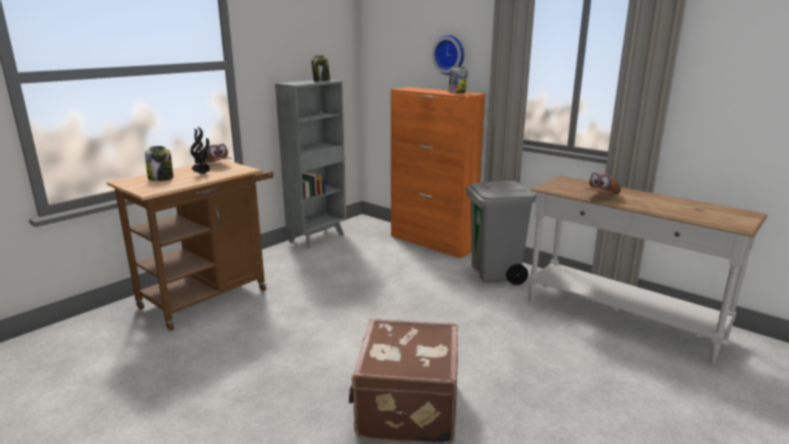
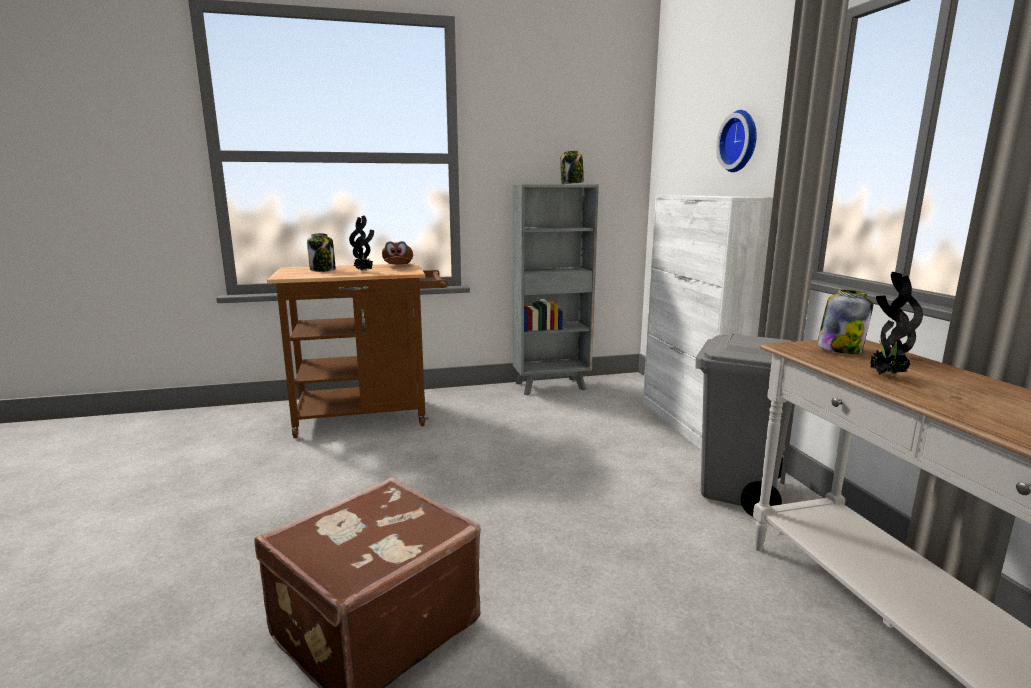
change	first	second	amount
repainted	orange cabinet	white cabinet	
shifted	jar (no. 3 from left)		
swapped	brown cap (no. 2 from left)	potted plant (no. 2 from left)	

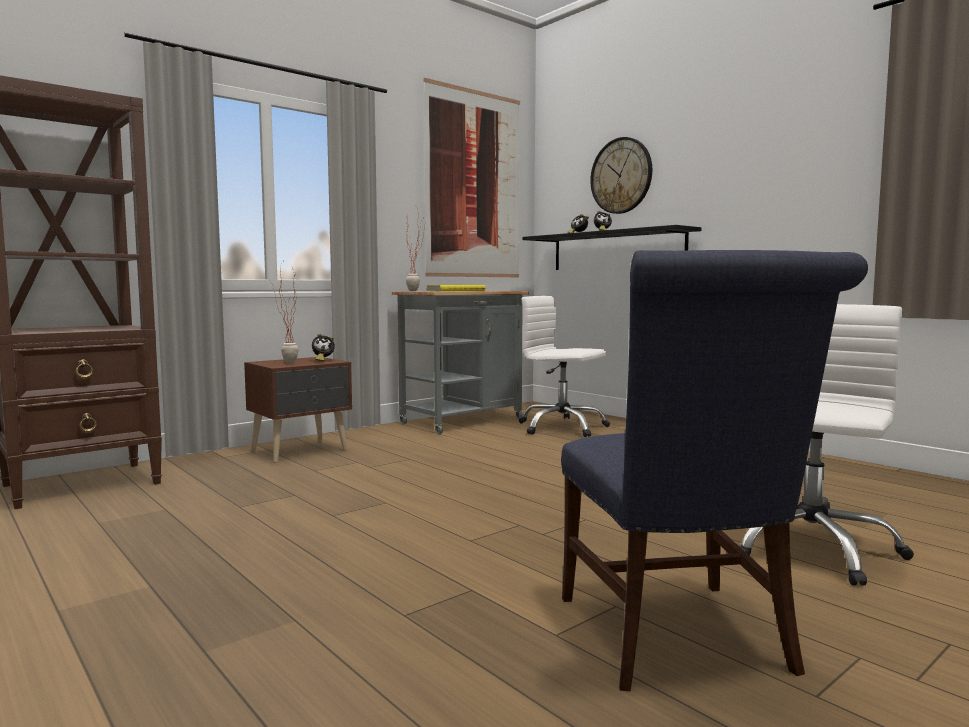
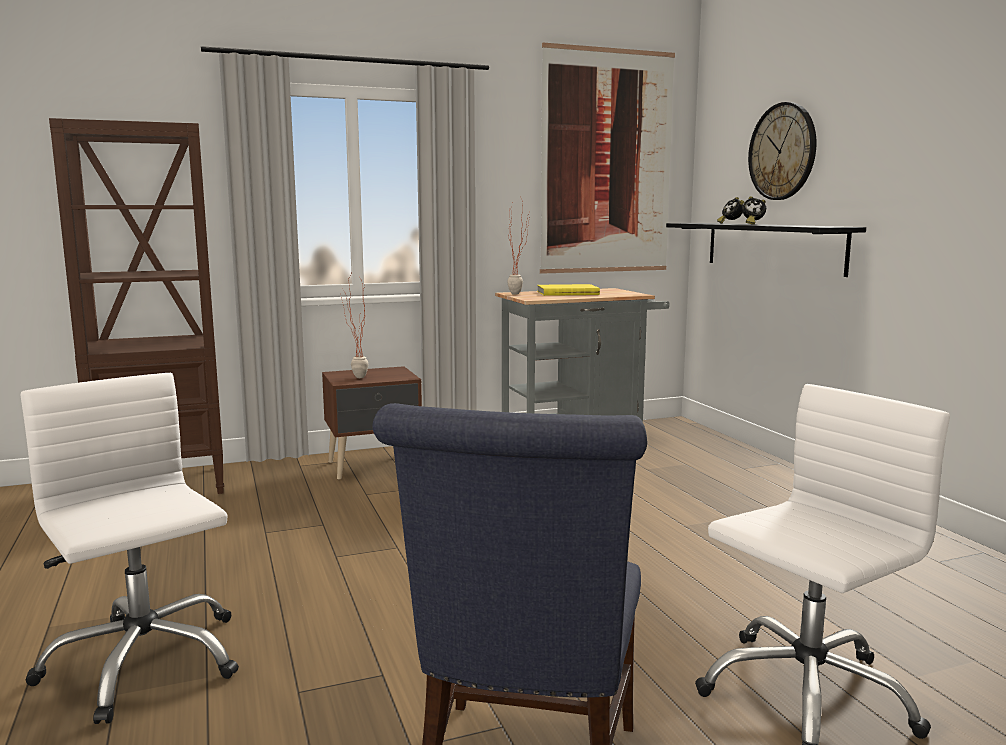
change	first	second	amount
shifted	white office chair (no. 1 from left)		
gone	alarm clock (no. 1 from left)		

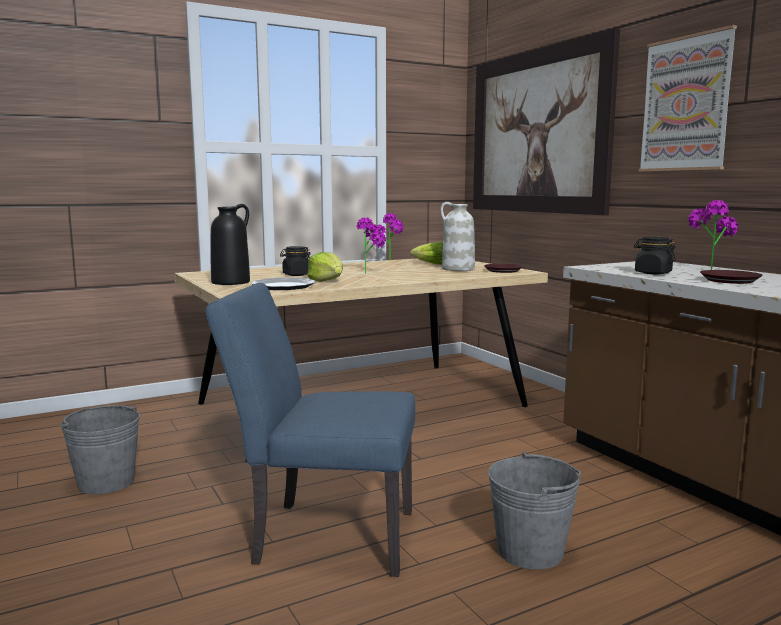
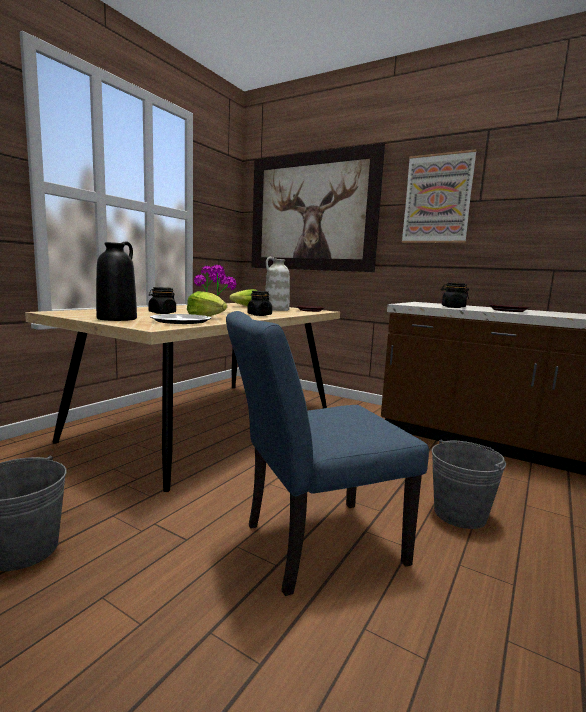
change	first	second	amount
new		black jar (no. 2 from left)	
gone	potted plant (no. 3 from left)		

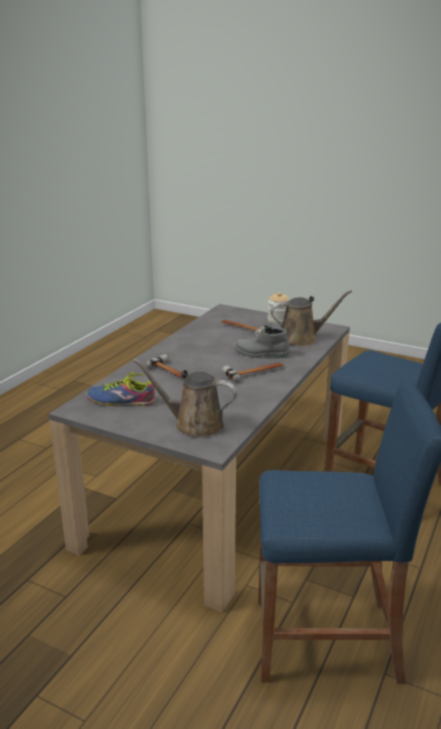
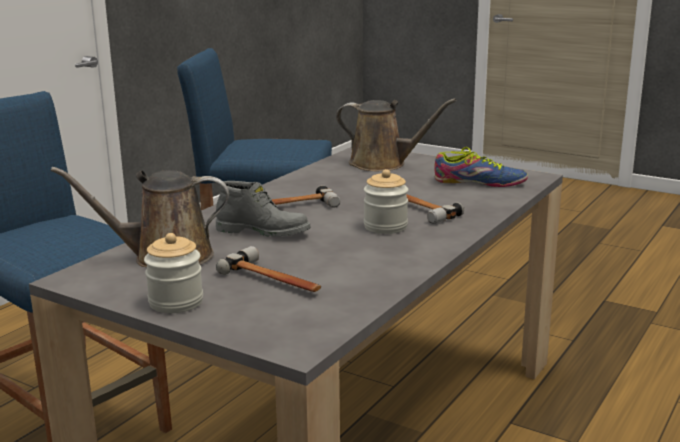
change	first	second	amount
new		jar (no. 2 from left)	

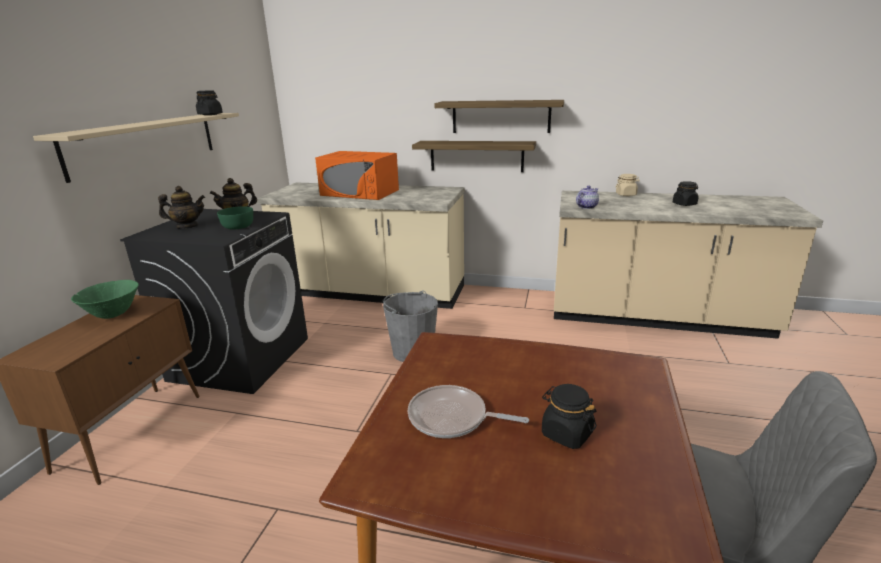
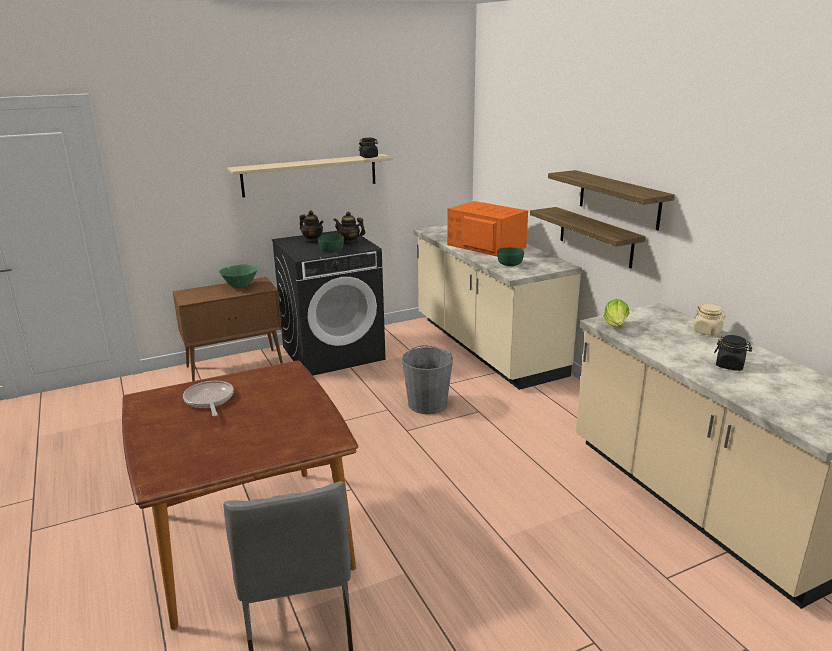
change	first	second	amount
rotated	orange microwave		150 degrees clockwise
new		green bowl (no. 3 from left)	
swapped	teapot (no. 3 from left)	lettuce	
gone	black jar (no. 2 from left)		

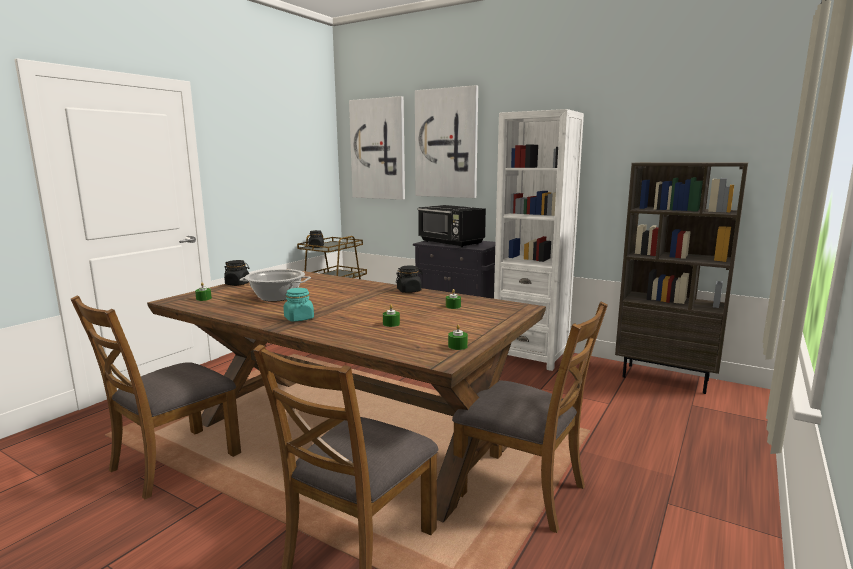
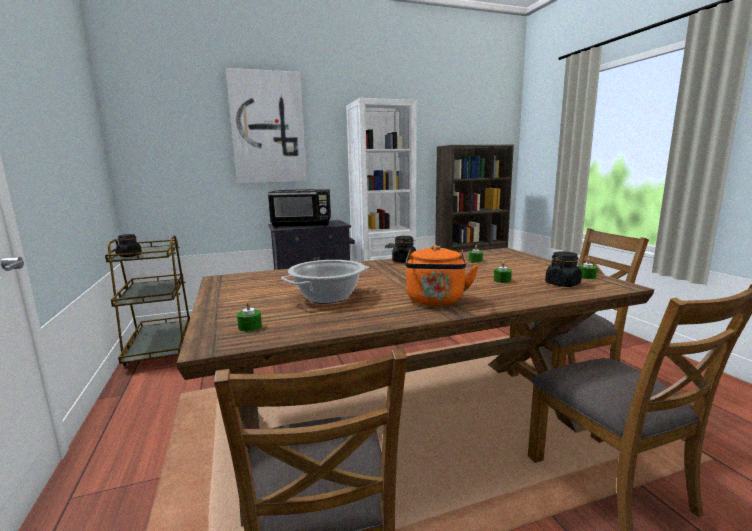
change	first	second	amount
swapped	turquoise jar	orange kettle	
shifted	black jar (no. 1 from left in the first image)	black jar (no. 3 from left)	
gone	picture (no. 1 from left)		

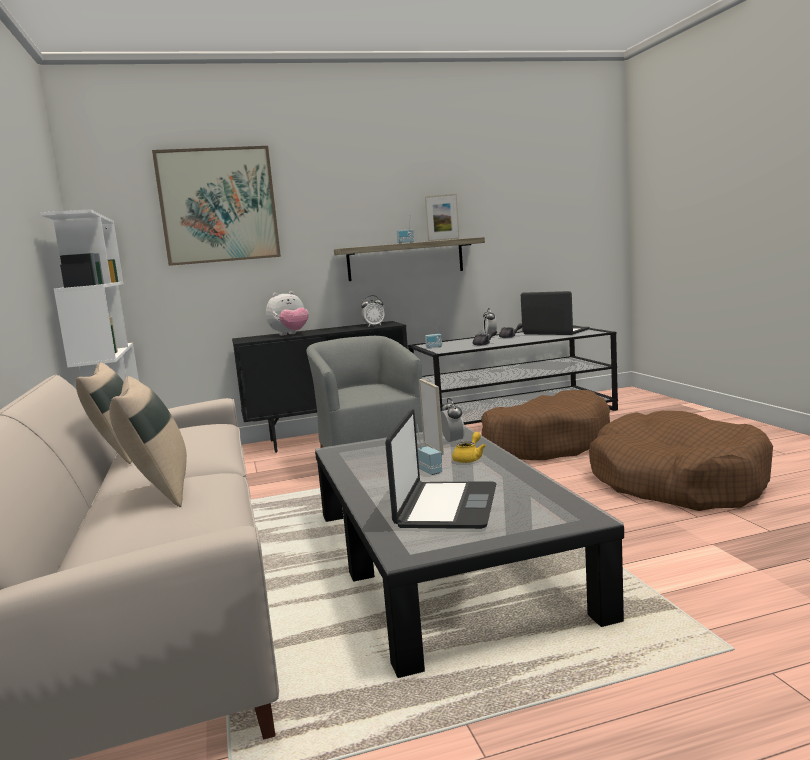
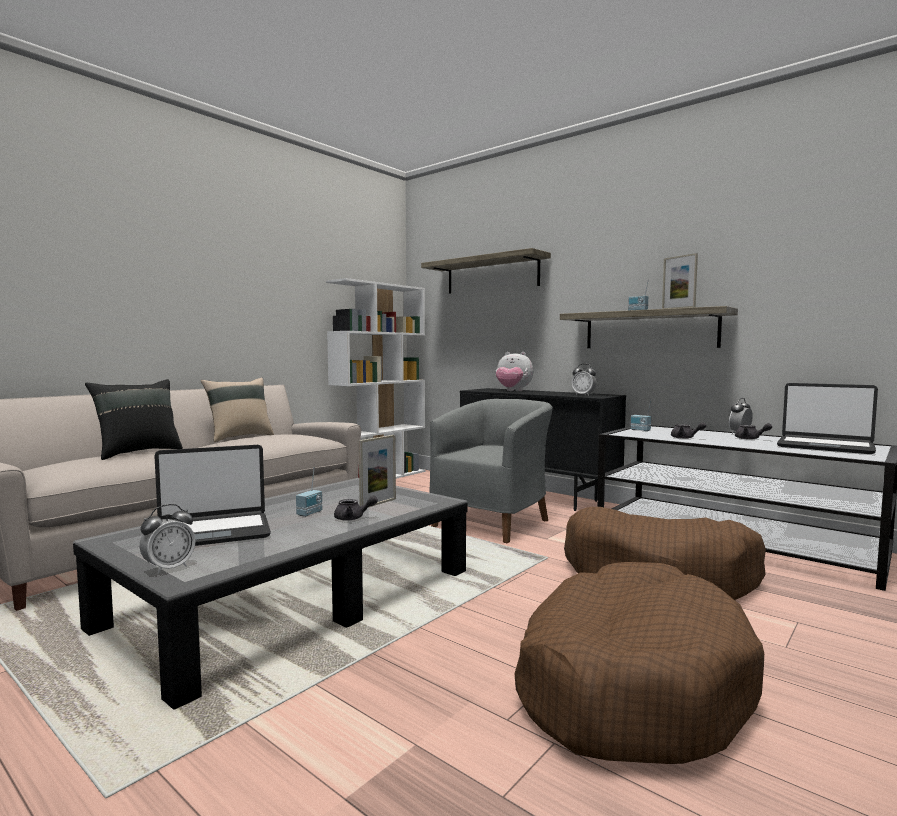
change	first	second	amount
repainted	beige pillow (no. 2 from left)	black pillow	
shifted	alarm clock (no. 2 from left in the first image)	alarm clock (no. 1 from left)	
repainted	yellow teapot	grey teapot (no. 1 from left)	
swapped	picture	shelf (no. 1 from left)	
rotated	laptop (no. 2 from left)		120 degrees clockwise

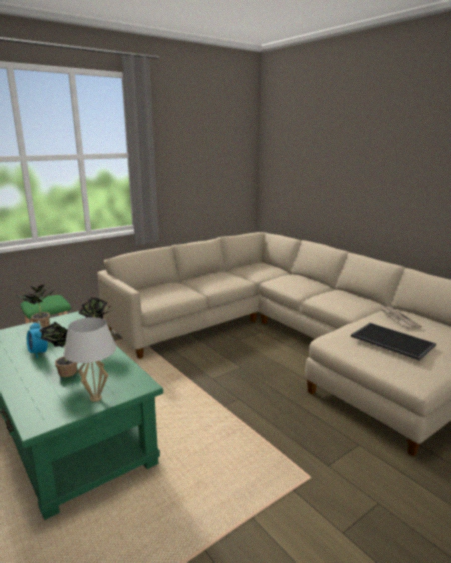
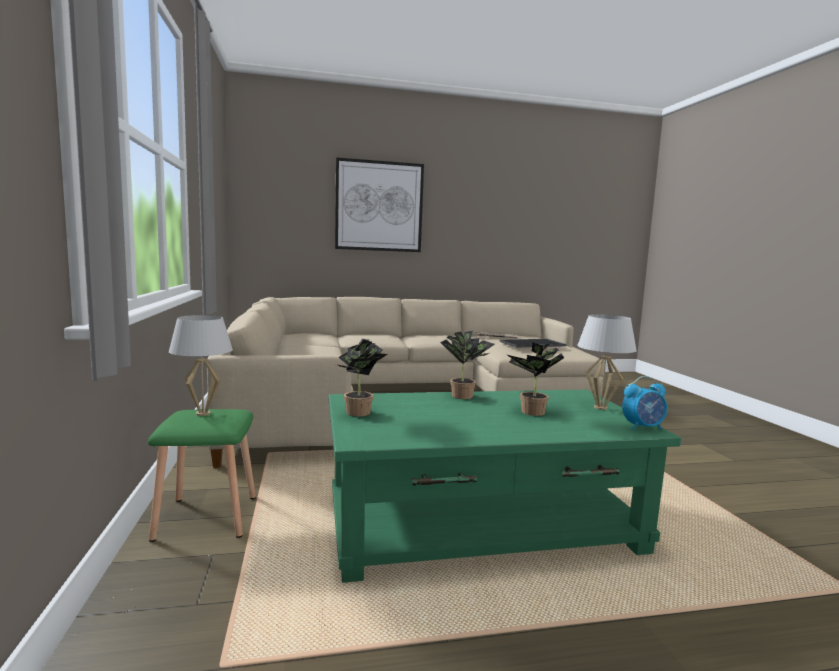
change	first	second	amount
new		white table lamp (no. 1 from left)	
new		picture	
shifted	alarm clock		

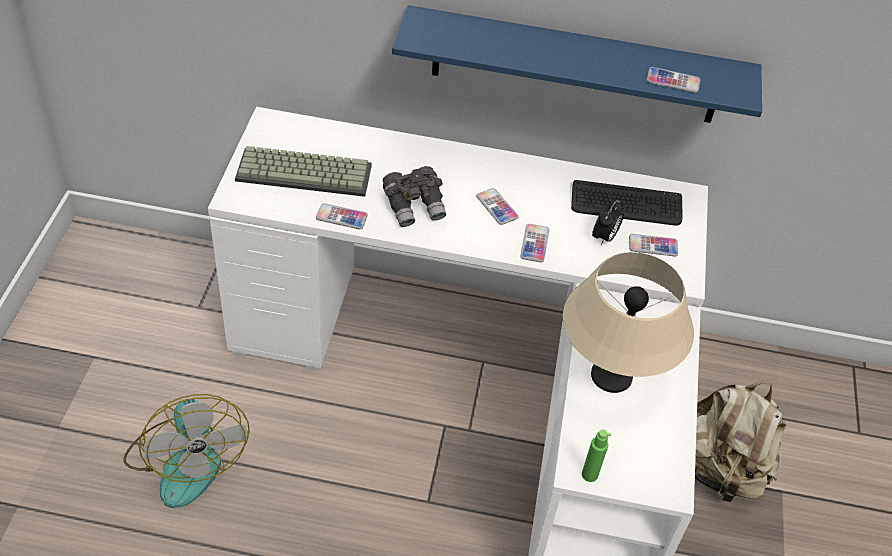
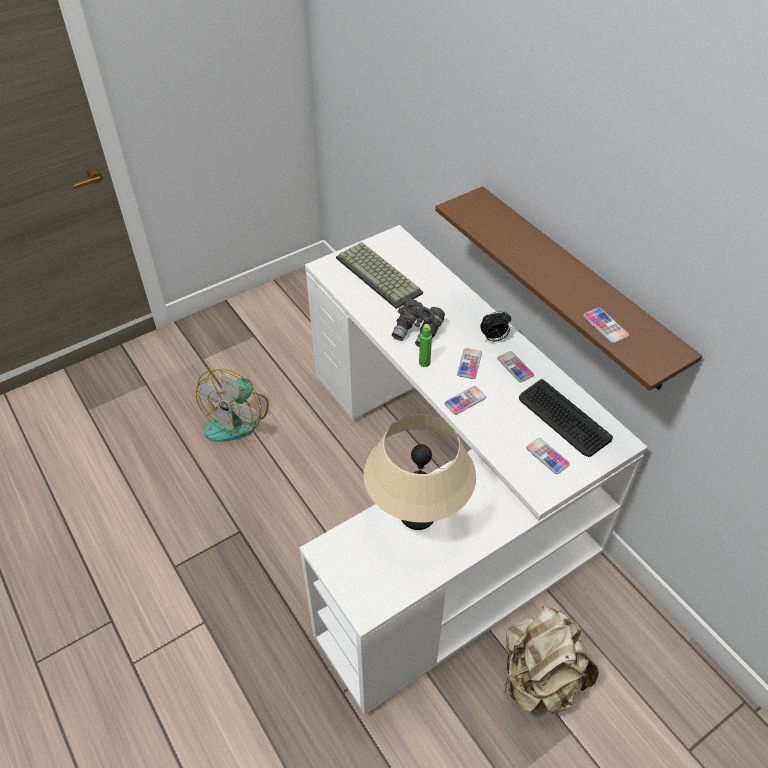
change	first	second	amount
shifted	green bottle		
repainted	blue shelf	brown shelf	
shifted	alarm clock		
shifted	phone (no. 1 from left in the first image)	phone (no. 3 from left)	

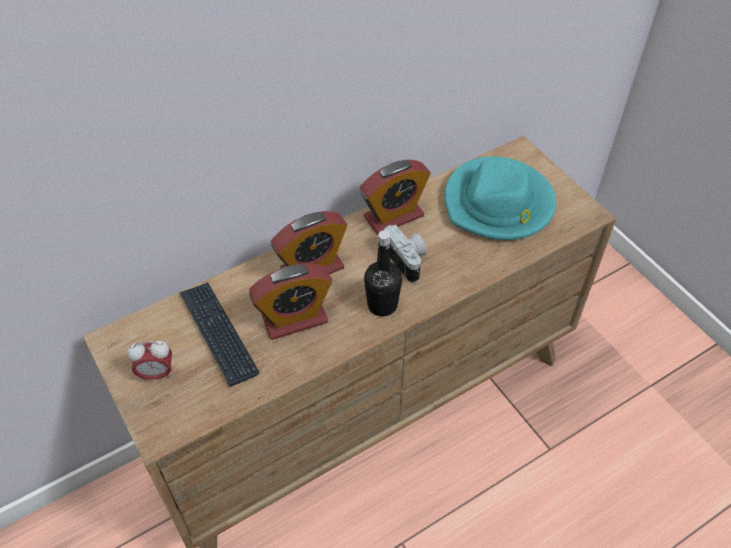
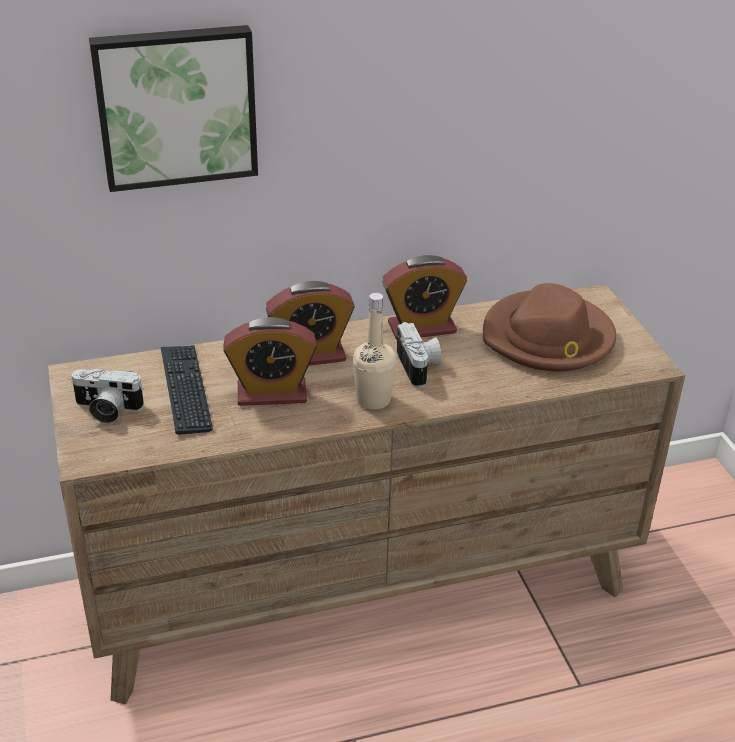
change	first	second	amount
swapped	alarm clock (no. 1 from left)	photo camera (no. 1 from left)	
new		picture	
repainted	black bottle	beige bottle	
repainted	turquoise hat	brown hat	

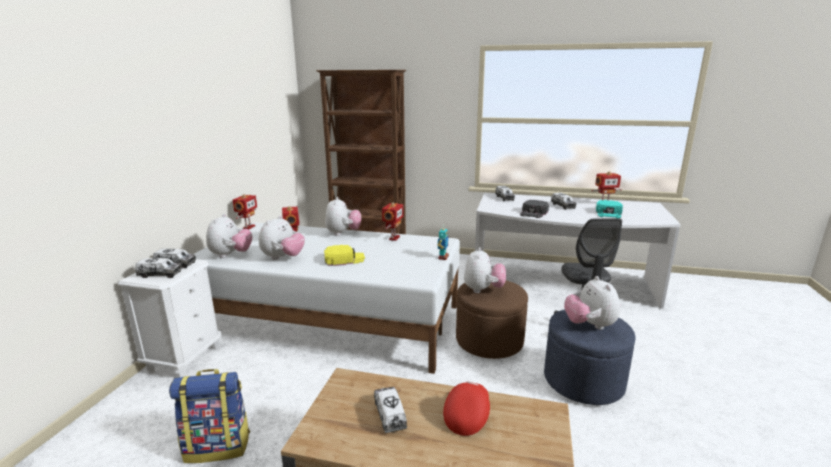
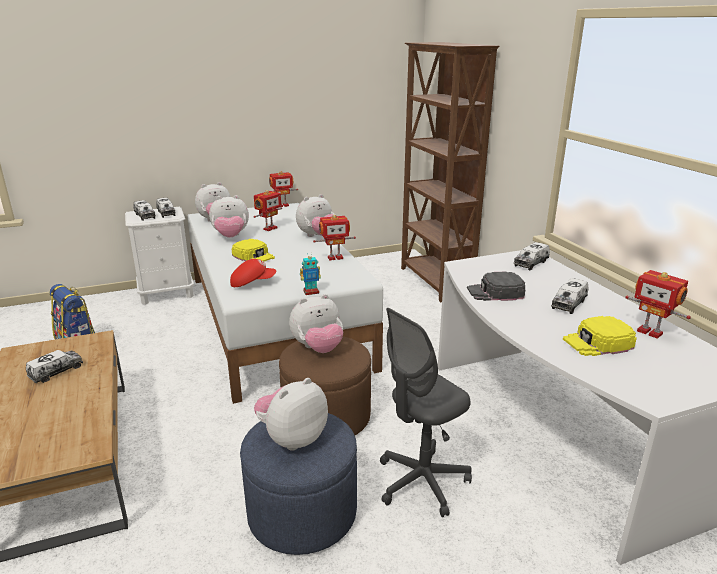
change	first	second	amount
shifted	red cap		
repainted	turquoise cap	yellow cap (no. 2 from left)	

